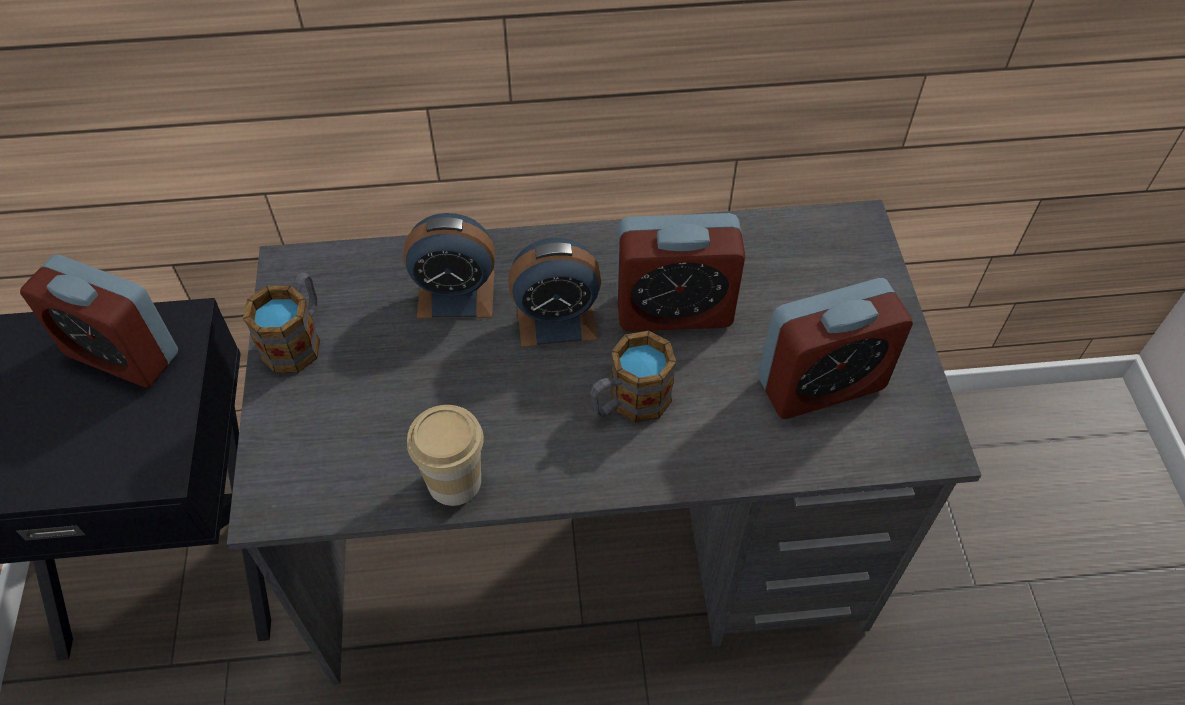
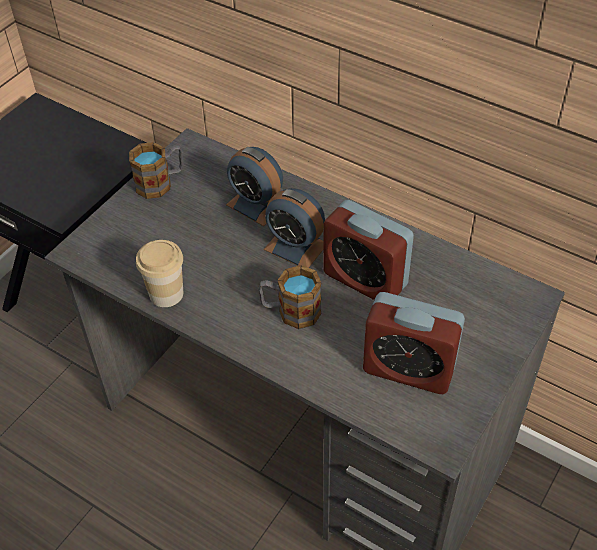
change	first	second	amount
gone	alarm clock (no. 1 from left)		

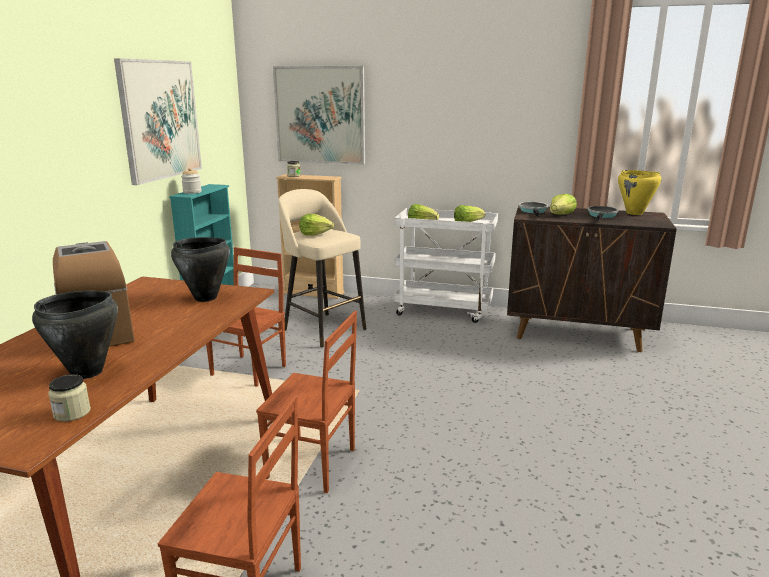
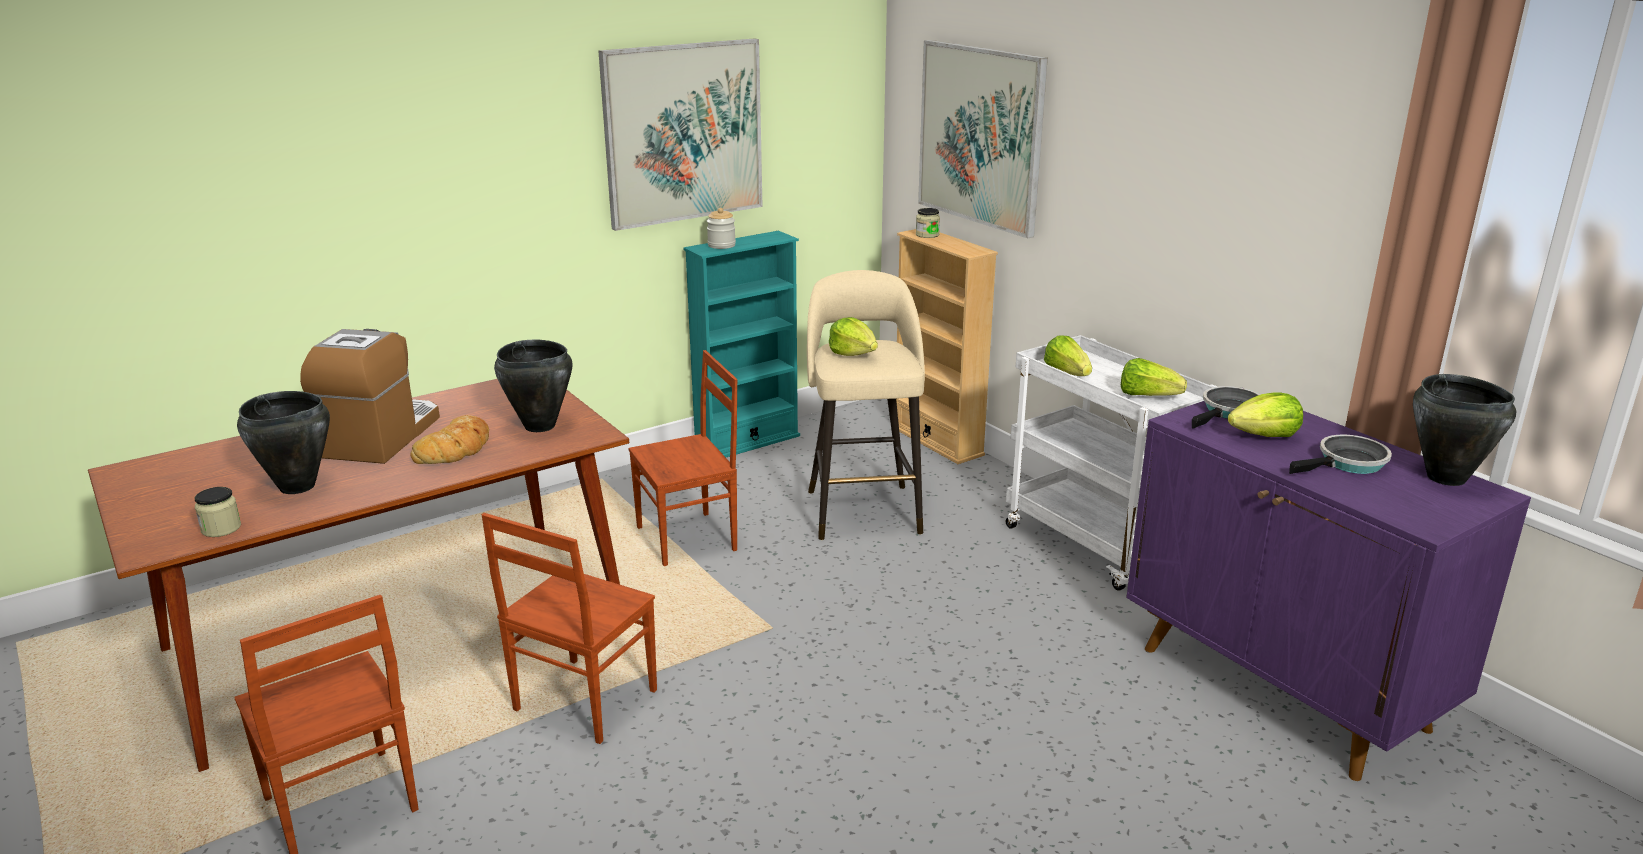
change	first	second	amount
new		bread	
rotated	brown chair (no. 3 from left in the first image)	brown chair (no. 2 from left)	60 degrees clockwise
repainted	brown cabinet	purple cabinet	
repainted	yellow cooking pot	black cooking pot (no. 3 from left)	

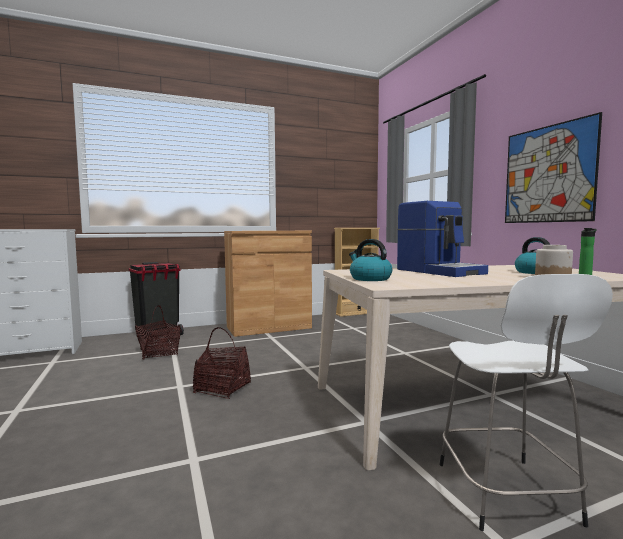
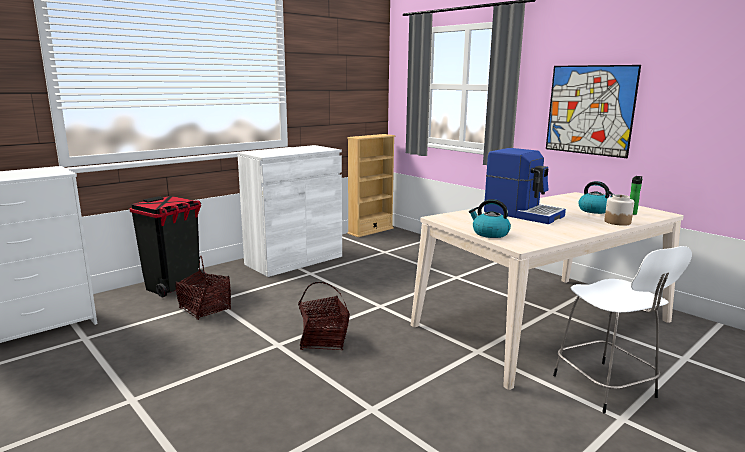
change	first	second	amount
repainted	brown cabinet	white cabinet	

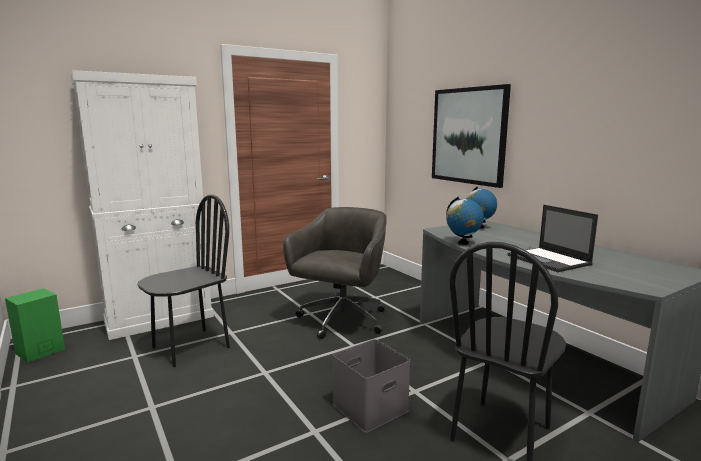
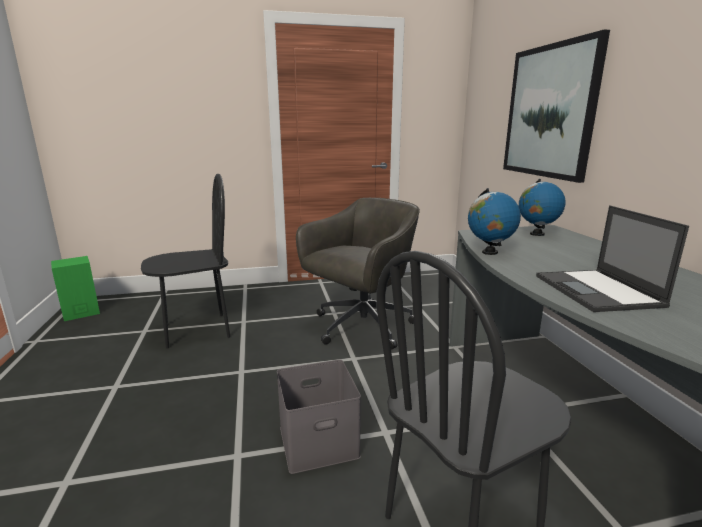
change	first	second	amount
gone	white cabinet		

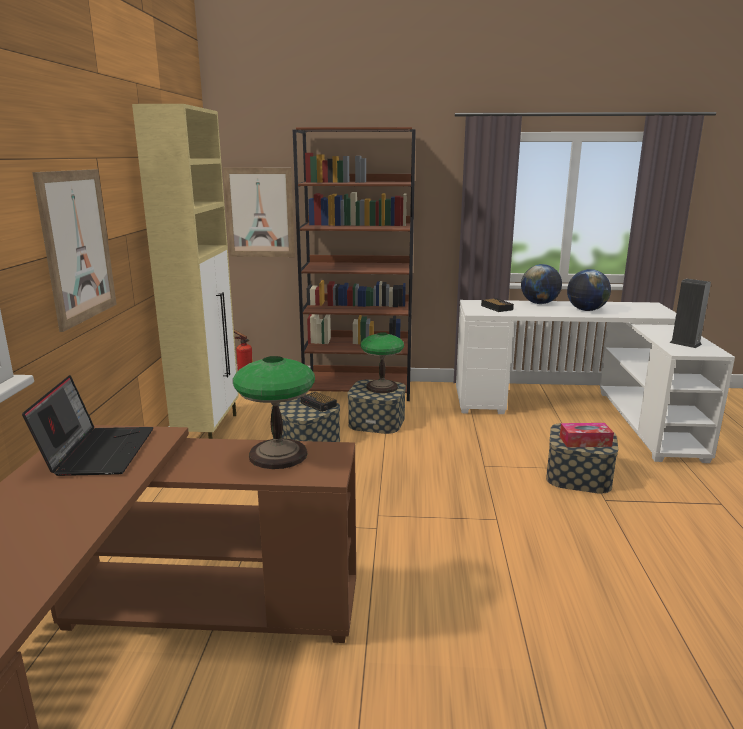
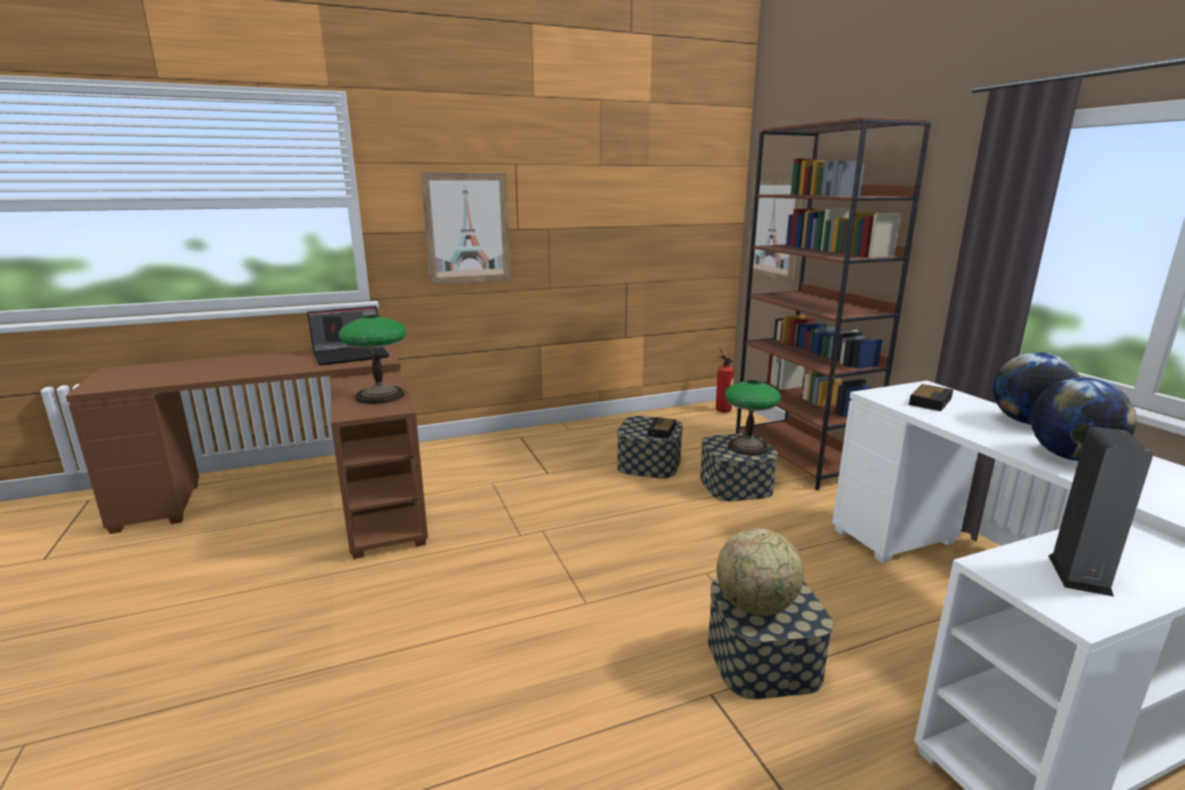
change	first	second	amount
swapped	tissue box	globe (no. 1 from left)	
gone	beige cabinet		

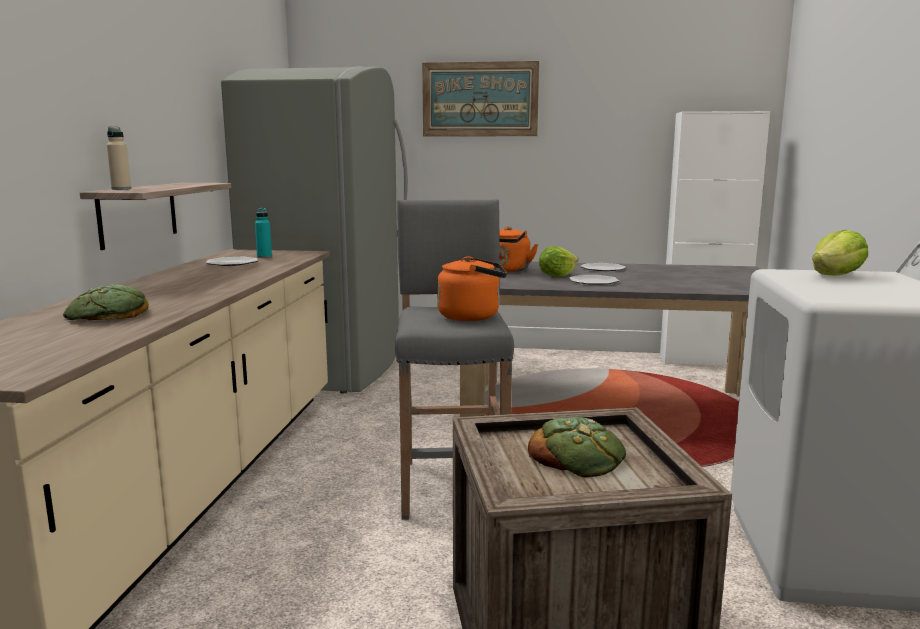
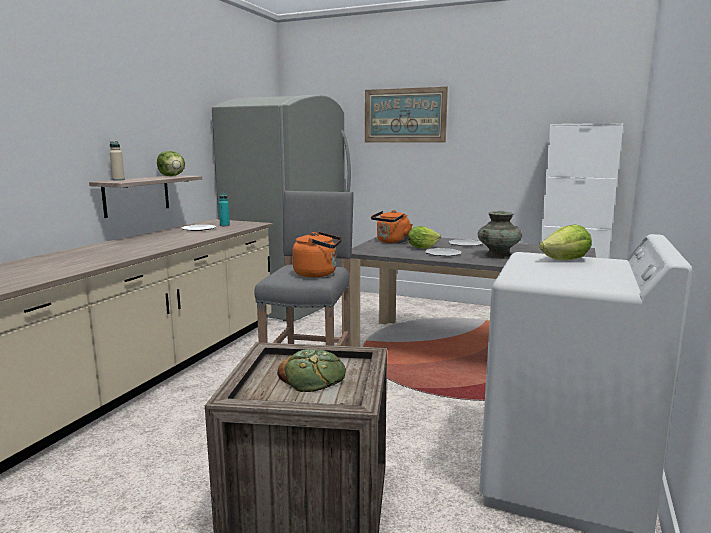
change	first	second	amount
new		lettuce (no. 1 from left)	
new		turquoise vase	
gone	bread (no. 1 from left)		

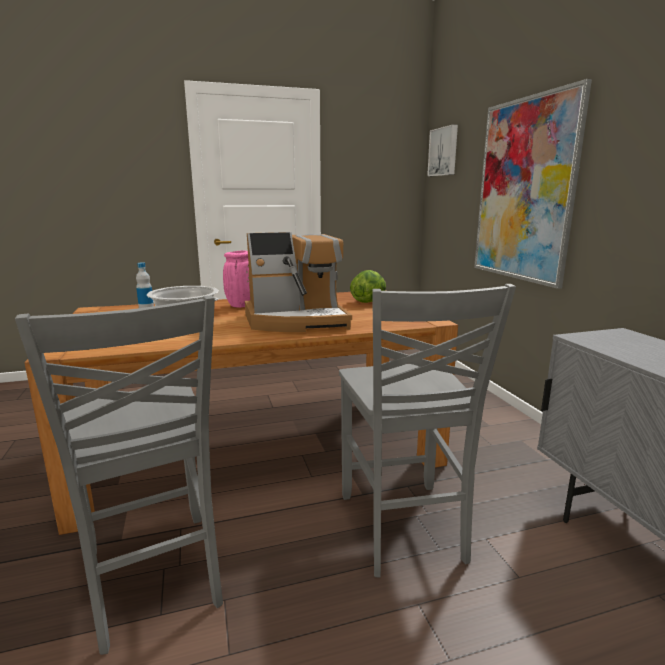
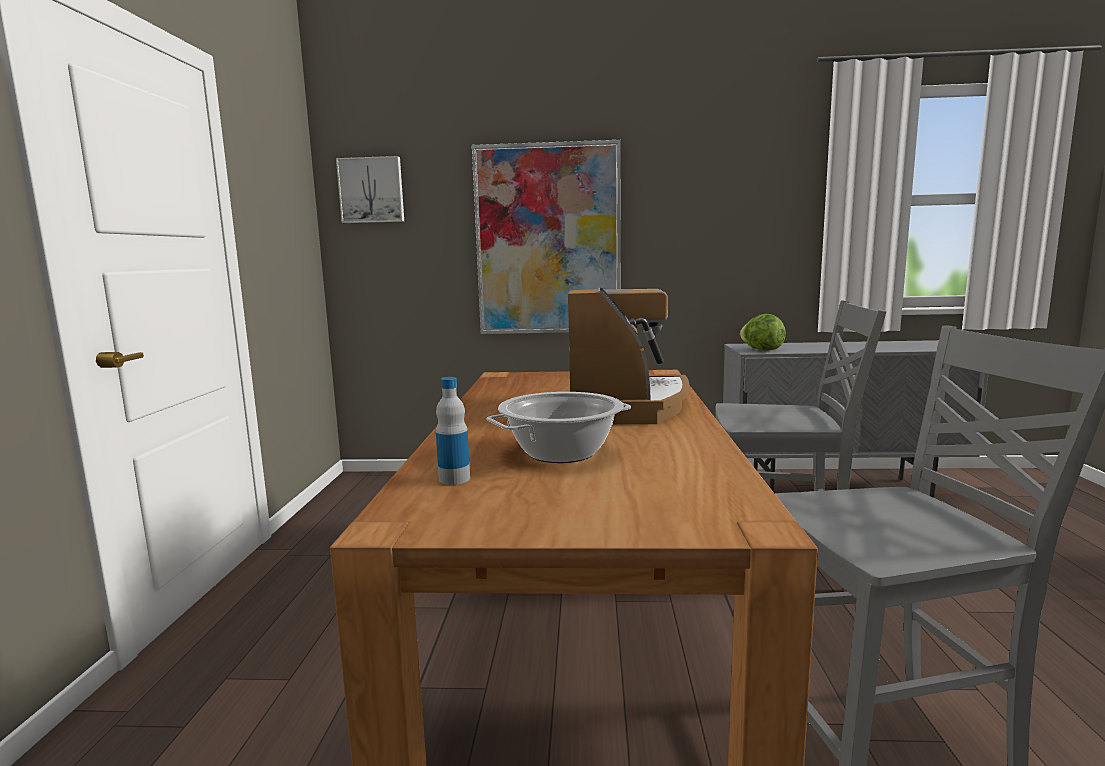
change	first	second	amount
shifted	lettuce		
gone	pink vase		

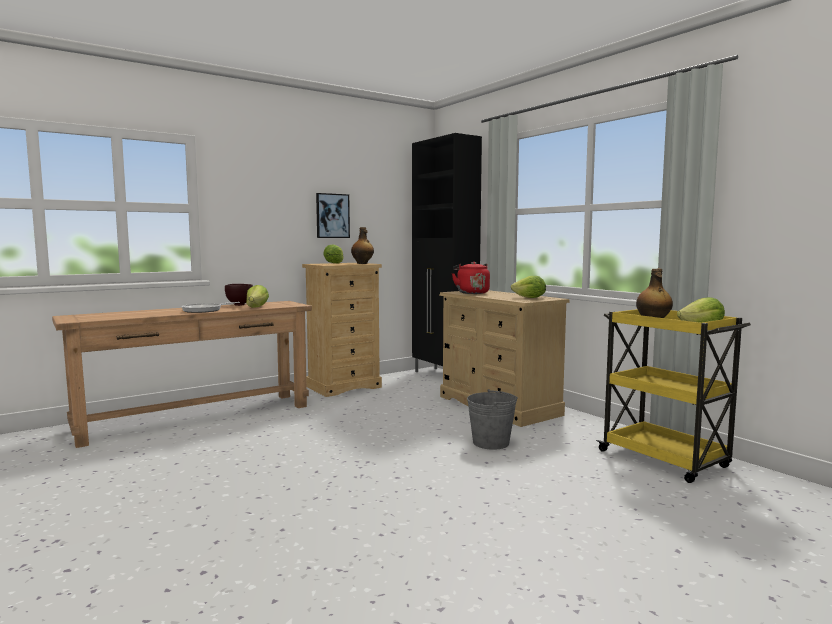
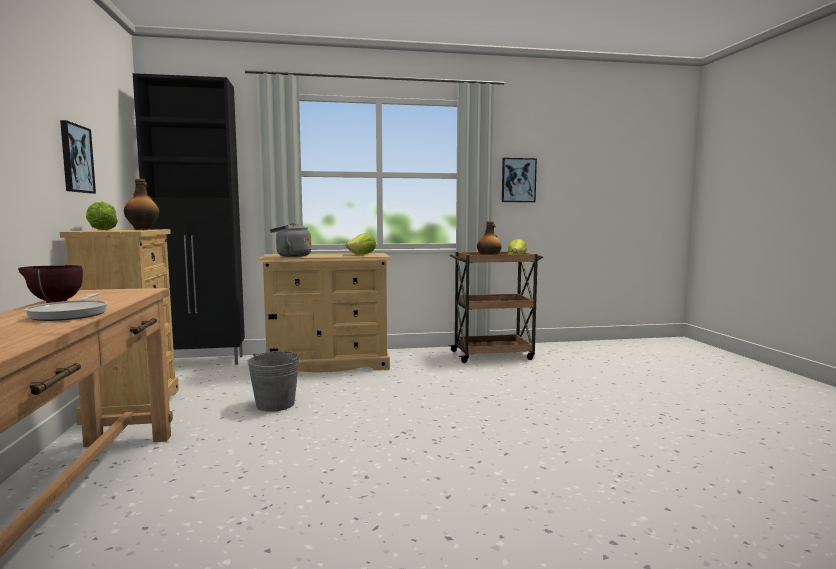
change	first	second	amount
shifted	grey bucket		
repainted	red kettle	grey kettle	
repainted	yellow cart	brown cart	
new		picture (no. 2 from left)	
gone	lettuce (no. 1 from left)		

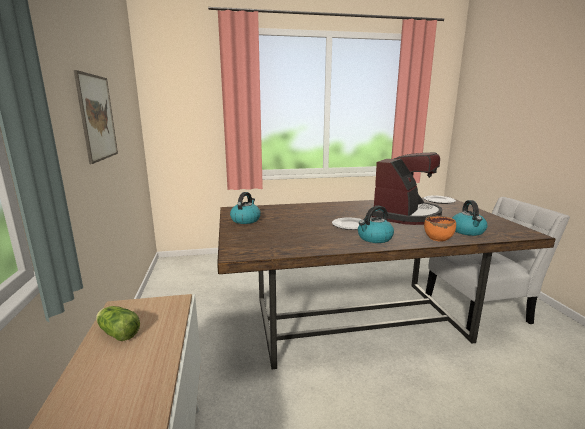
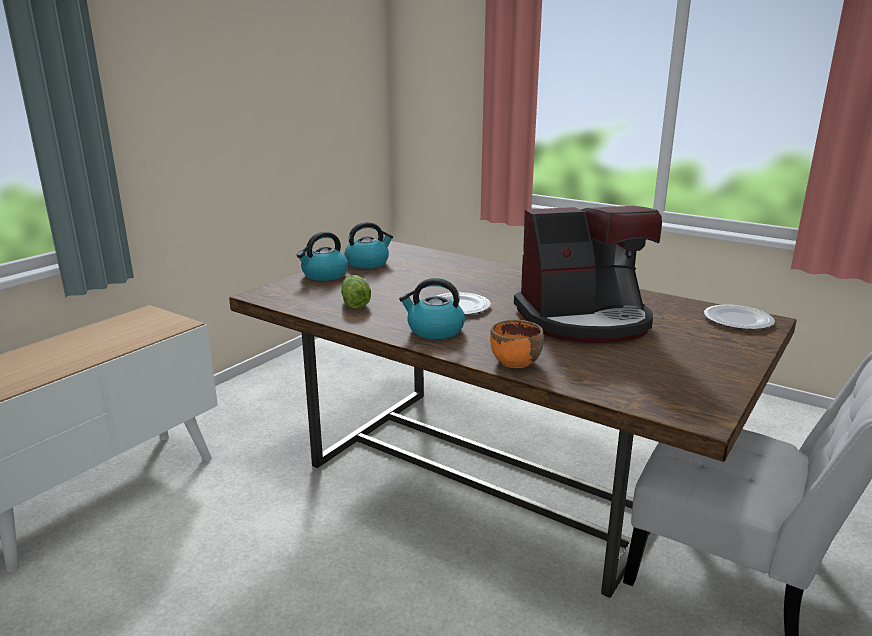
change	first	second	amount
shifted	kettle (no. 3 from left in the first image)	kettle (no. 1 from left)	
shifted	lettuce		
gone	picture		

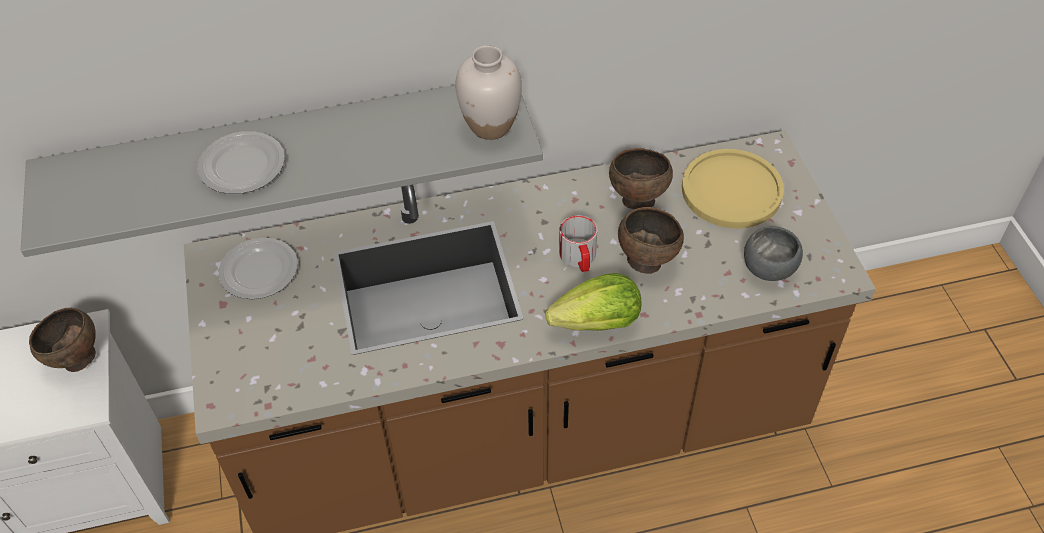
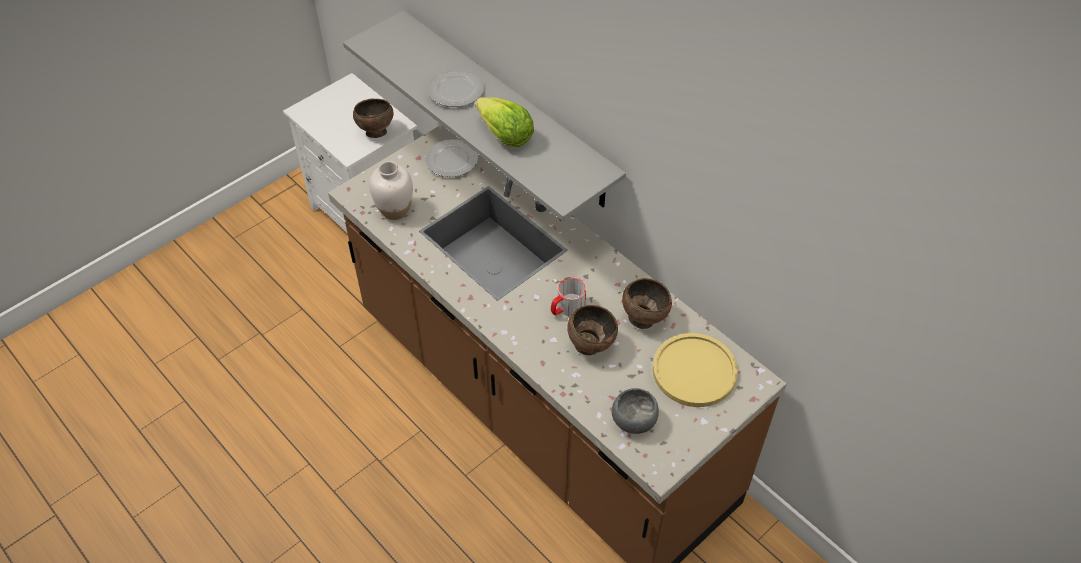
change	first	second	amount
shifted	white vase		
shifted	lettuce		

